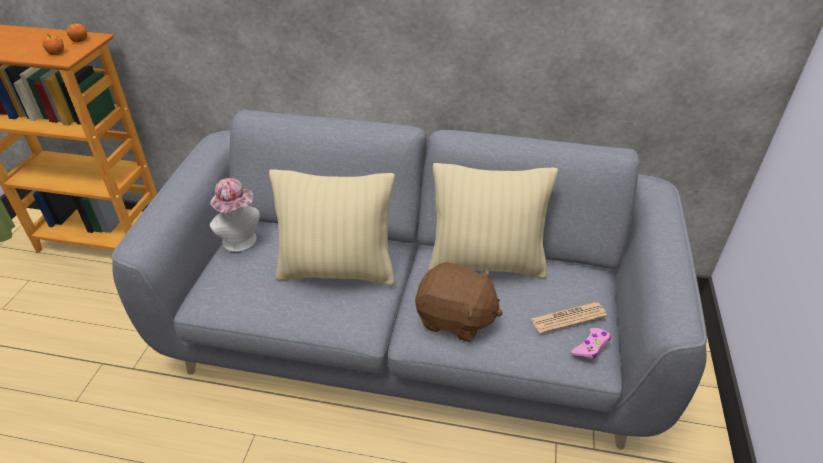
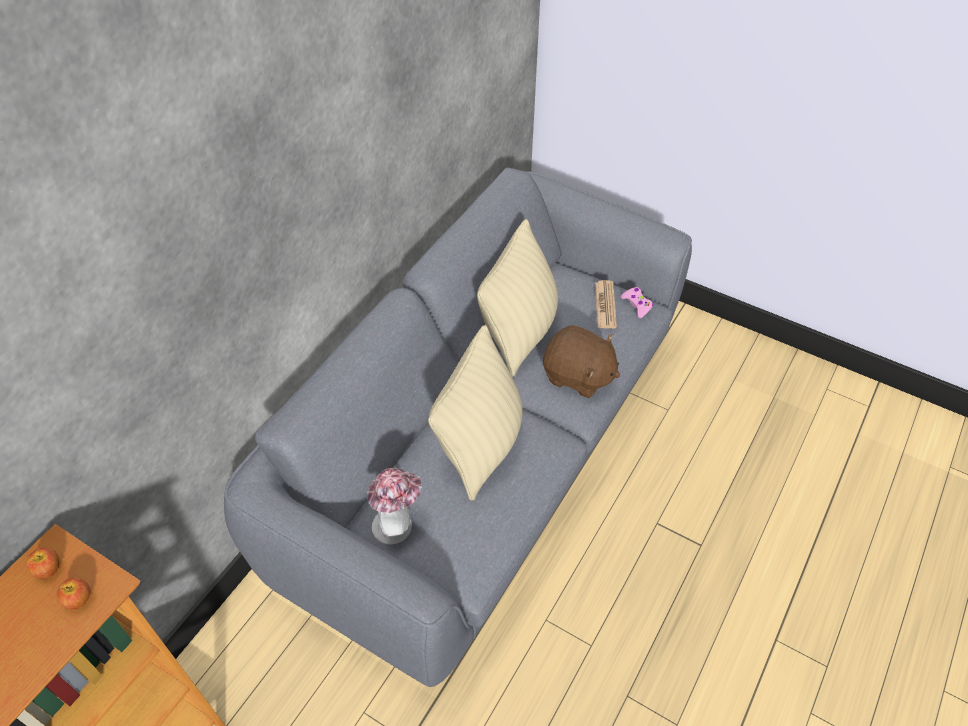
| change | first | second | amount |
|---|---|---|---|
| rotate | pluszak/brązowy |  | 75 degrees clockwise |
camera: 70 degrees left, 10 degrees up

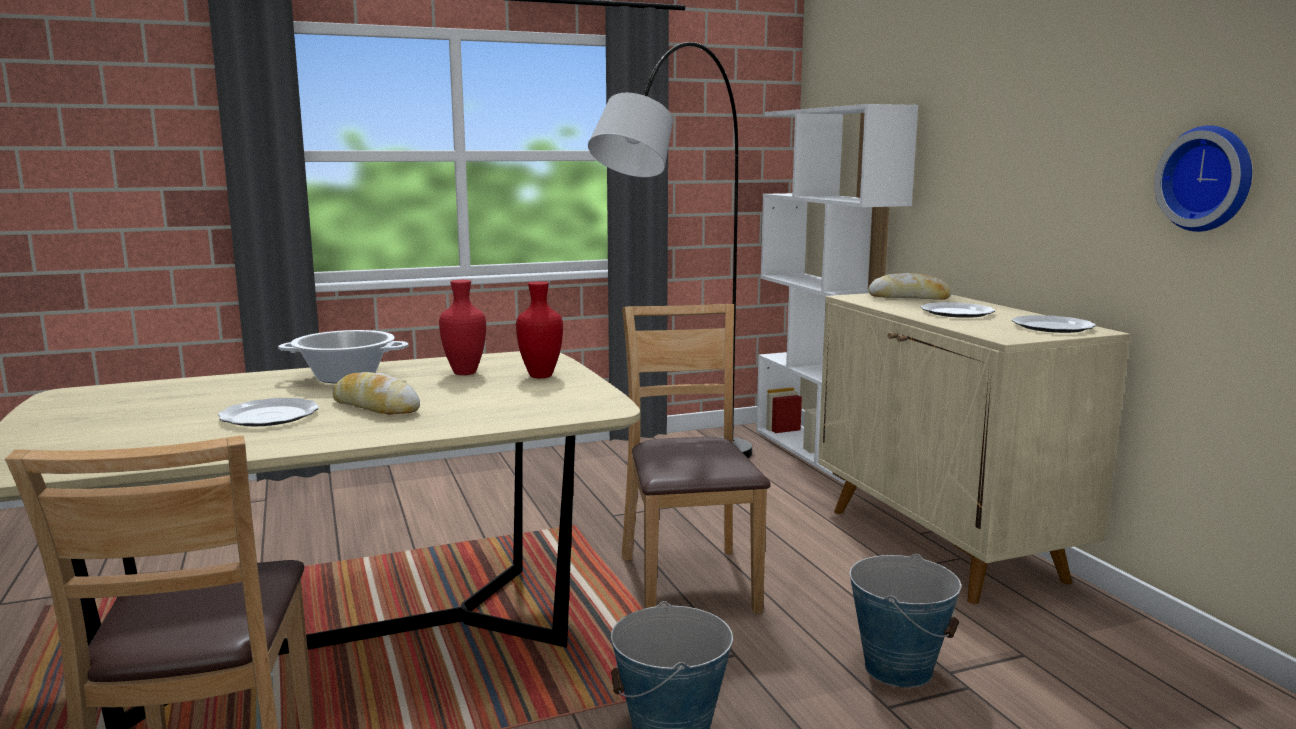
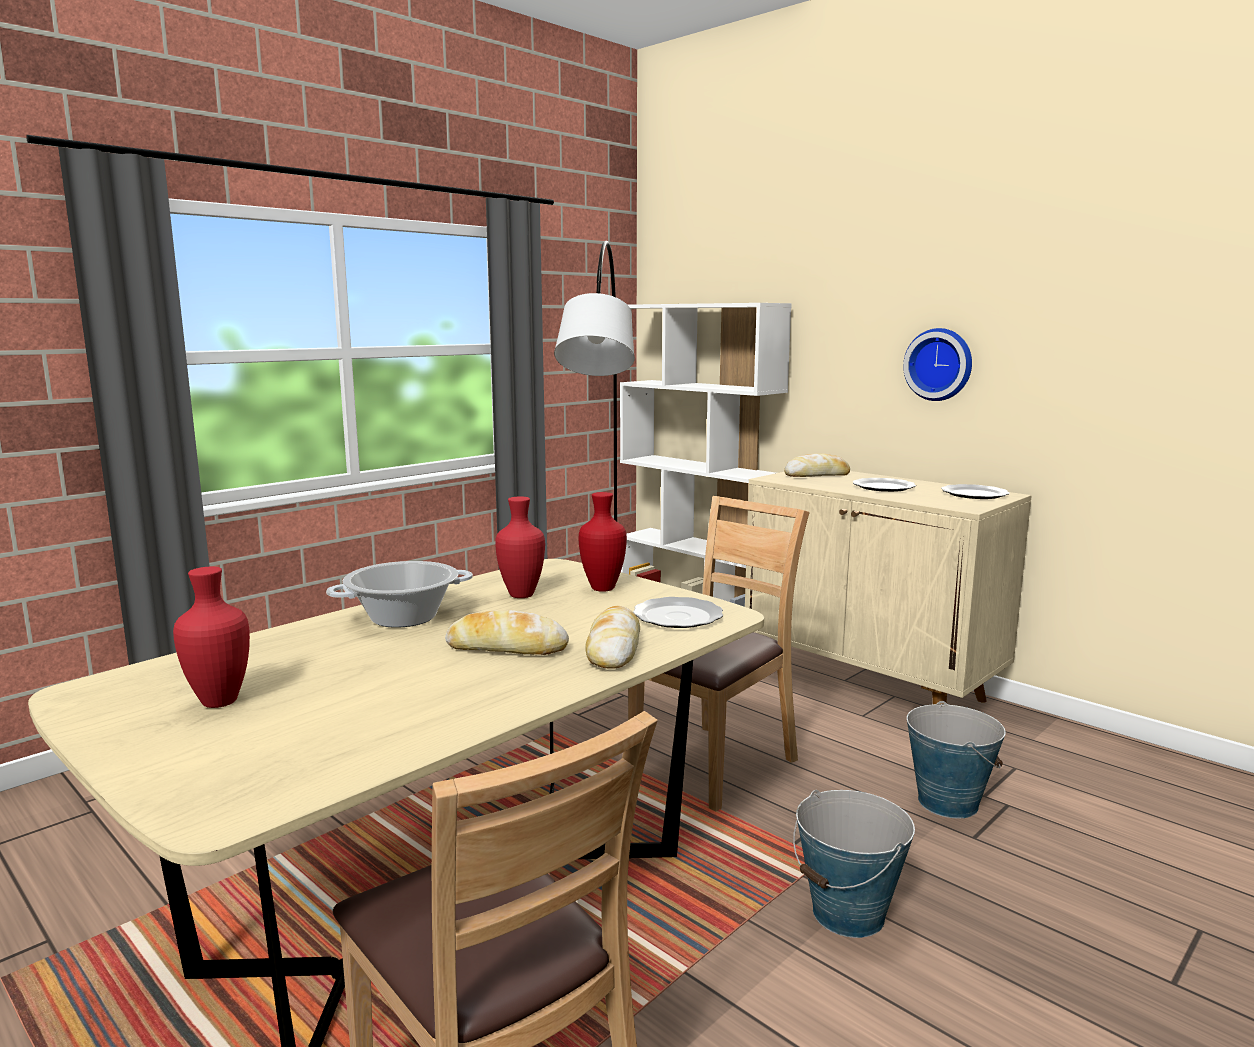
| change | first | second | amount |
|---|---|---|---|
| insert |  | wazon/czerwony (1st from left) |  |
| insert |  | chleb (2nd from left) |  |
| move | talerz (1st from left) |  |  |
| move | zegar ścienny |  |  |
| rotate | krzesło/brązowy (2nd from left) |  | 75 degrees clockwise |
camera: 25 degrees left, 0 degrees up

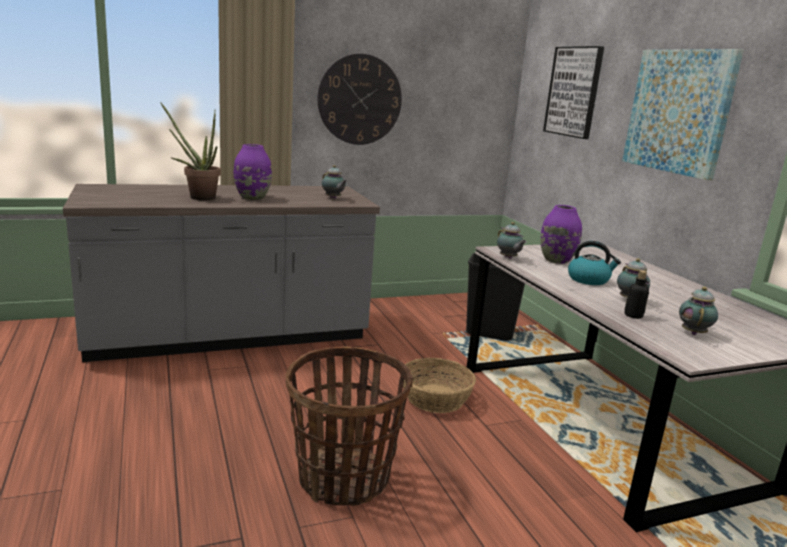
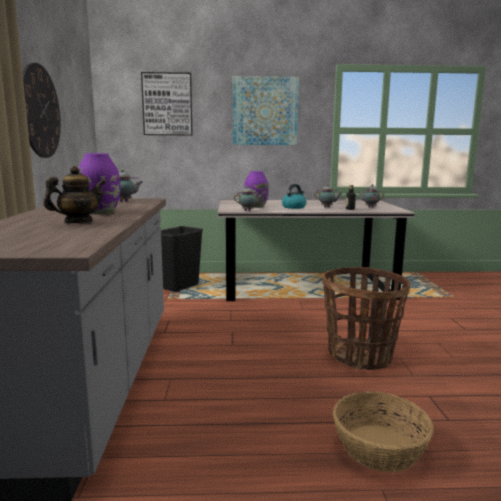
| change | first | second | amount |
|---|---|---|---|
| move | koszyk (2nd from left) |  |  |
| replace | roślina doniczkowa | imbryk (1st from left) |  |
camera: 70 degrees left, 5 degrees down

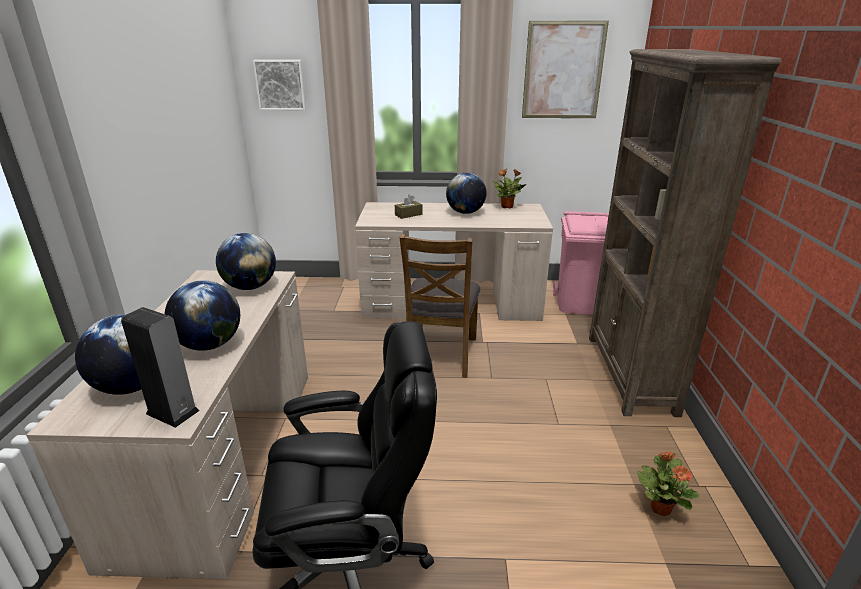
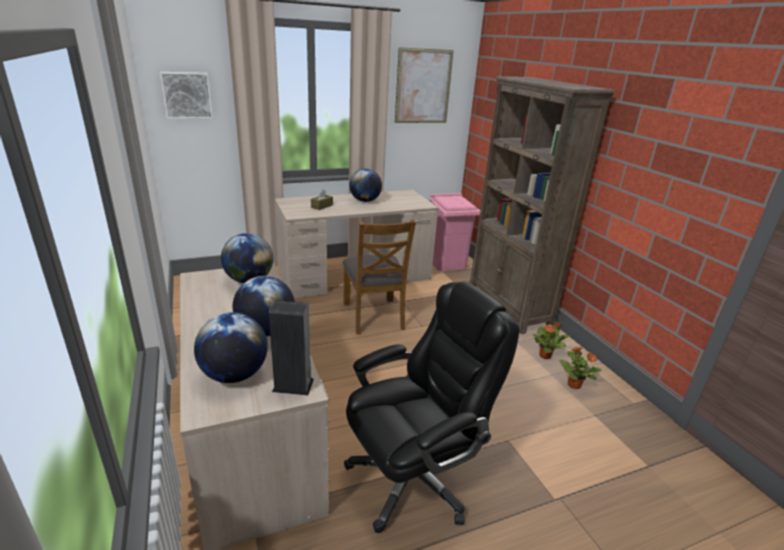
| change | first | second | amount |
|---|---|---|---|
| move | roślina doniczkowa (1st from left) |  |  |
camera: 25 degrees left, 0 degrees up

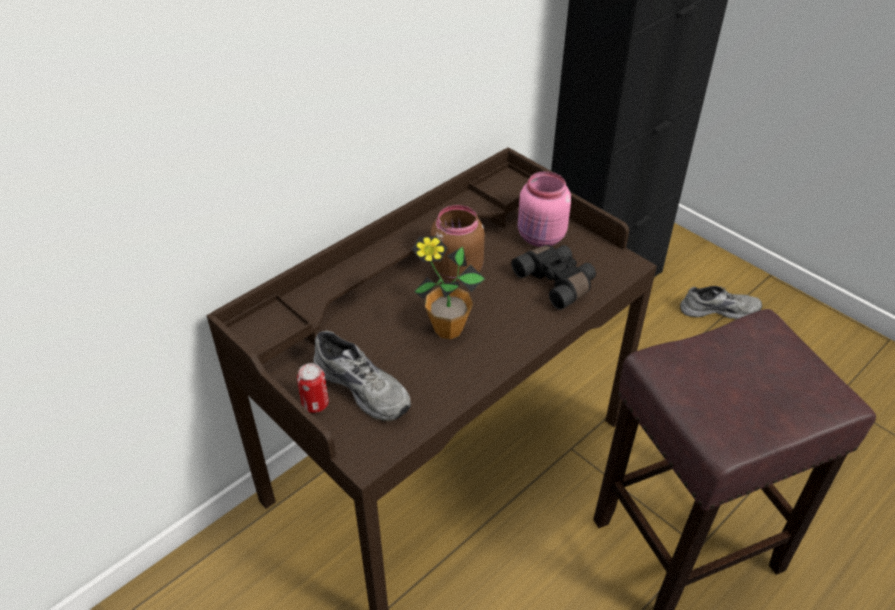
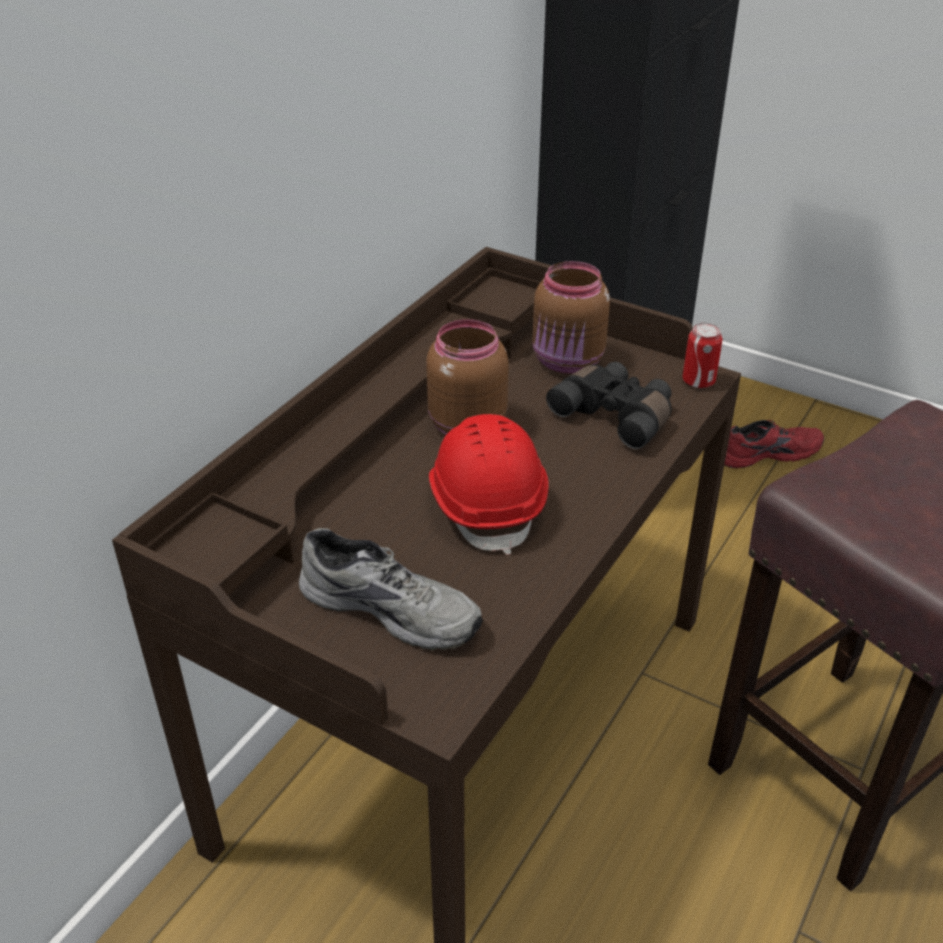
| change | first | second | amount |
|---|---|---|---|
| move | puszka |  |  |
| replace | roślina doniczkowa | kask/czerwony |  |
| recolor | słoik/różowy | słoik/brązowy (2nd from left) |  |
| recolor | but/szary (2nd from left) | but/czerwony |  |
camera: 15 degrees left, 5 degrees down

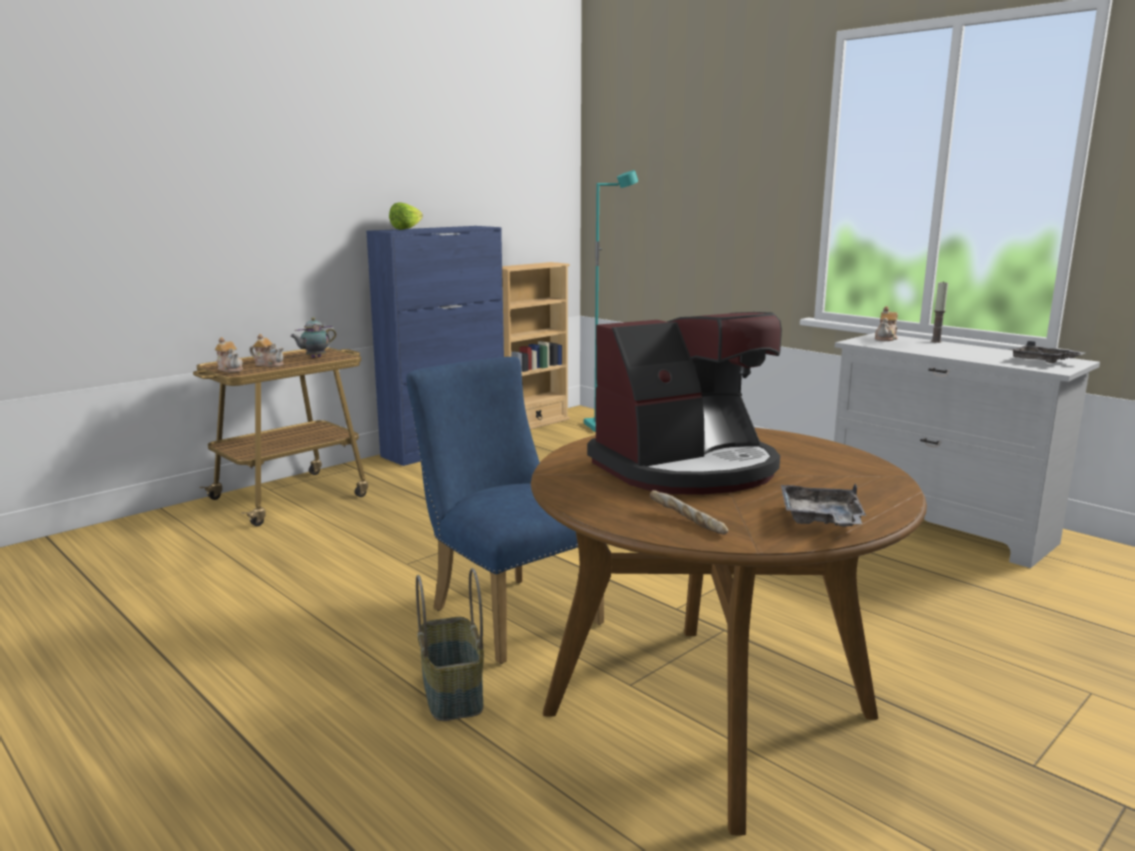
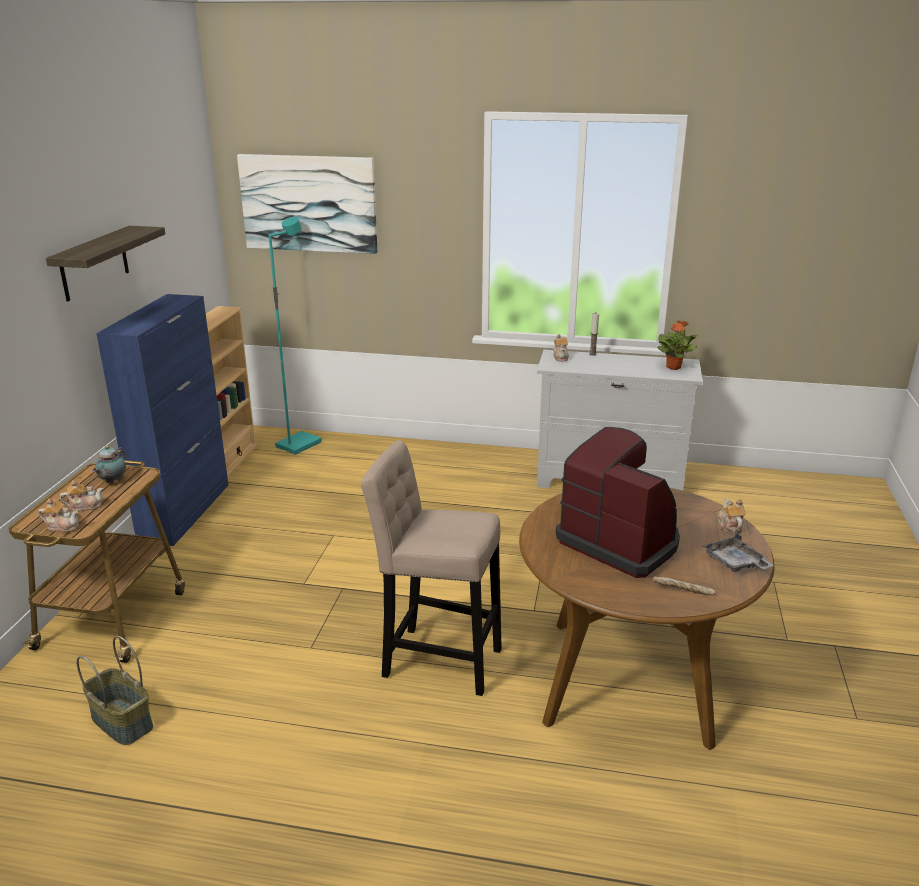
| change | first | second | amount |
|---|---|---|---|
| delete | sałata |  |  |
| insert |  | półka |  |
| insert |  | obraz |  |
| insert |  | imbryk (5th from left) |  |
| move | koszyk |  |  |
| replace | krzesło/niebieski | stołek/beżowy |  |
| replace | taca/szary (2nd from left) | roślina doniczkowa |  |
| rotate | ekspres do kawy |  | 75 degrees counterclockwise |
camera: 35 degrees left, 10 degrees up

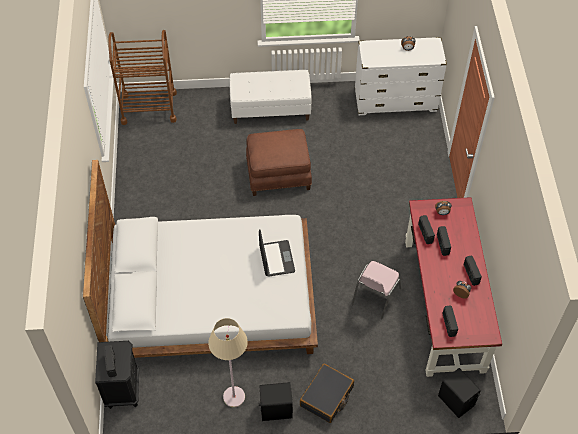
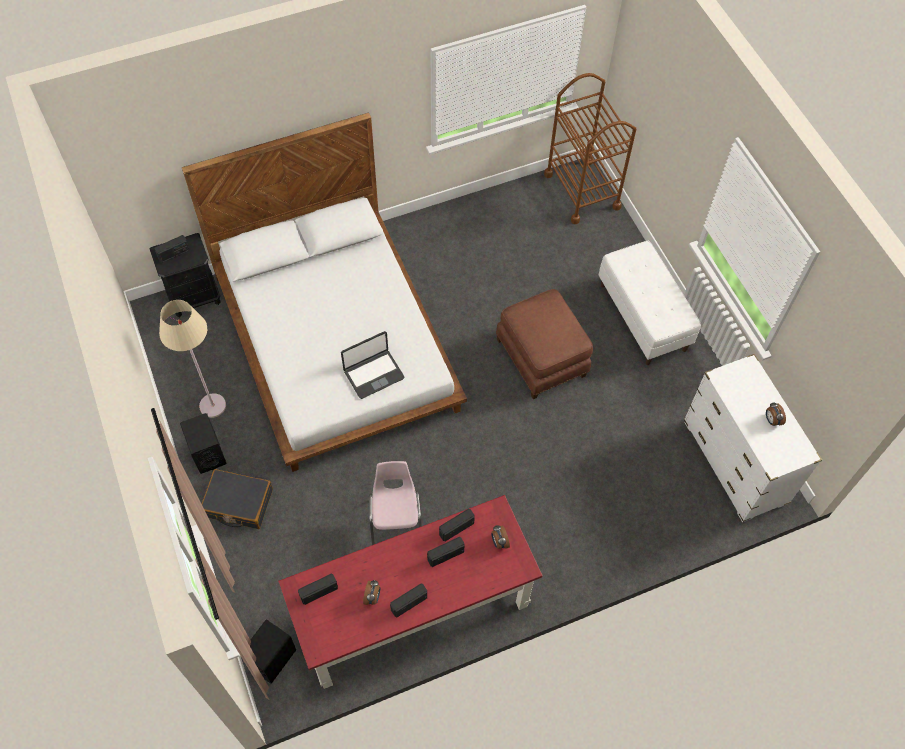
| change | first | second | amount |
|---|---|---|---|
| rotate | krzesło/różowy |  | 75 degrees clockwise |
camera: 70 degrees right, 5 degrees up

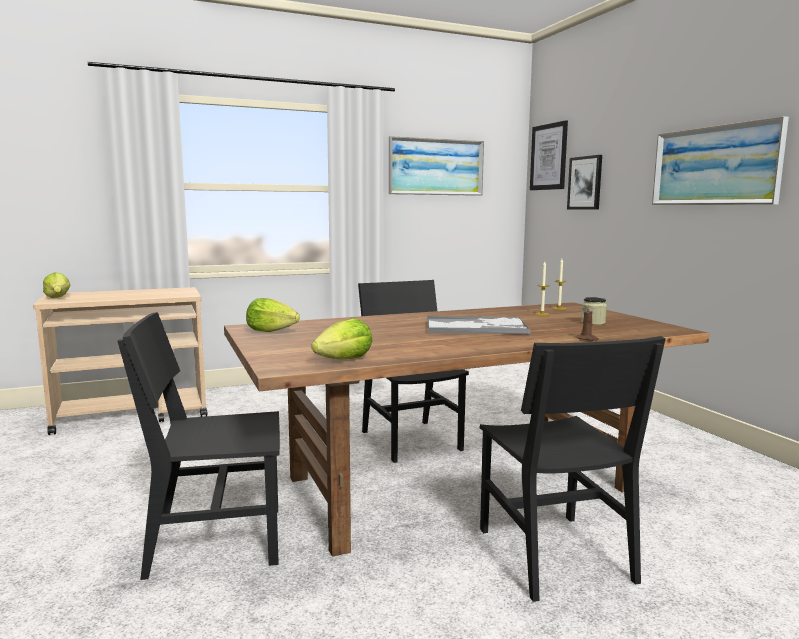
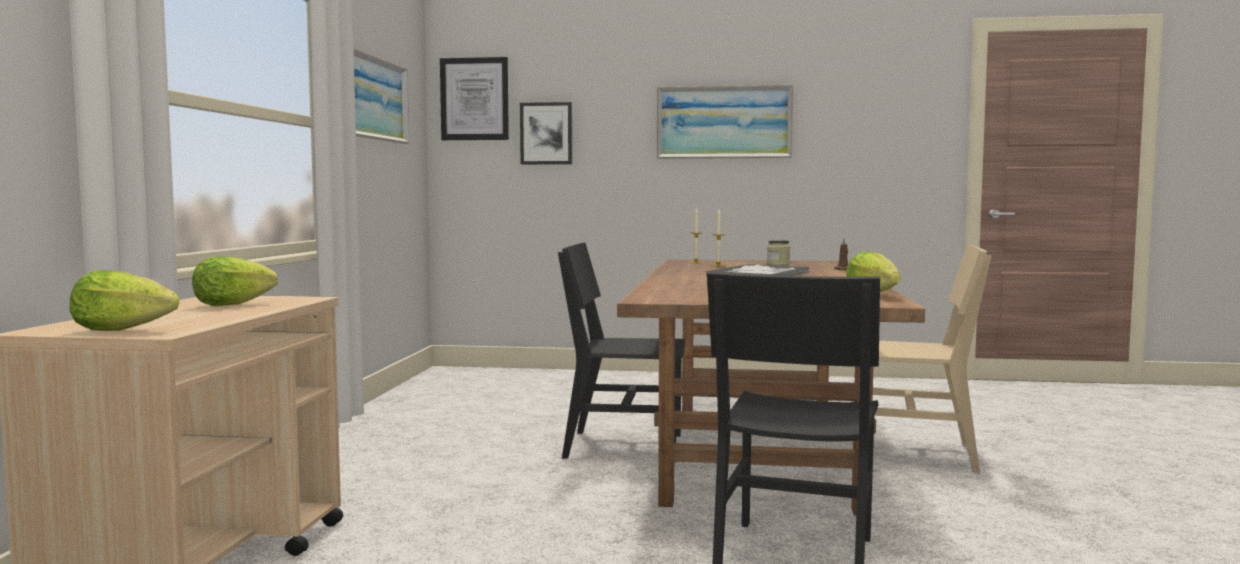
| change | first | second | amount |
|---|---|---|---|
| move | sałata (2nd from left) |  |  |
| recolor | krzesło/czarny (3rd from left) | krzesło/beżowy |  |
camera: 60 degrees left, 5 degrees down

